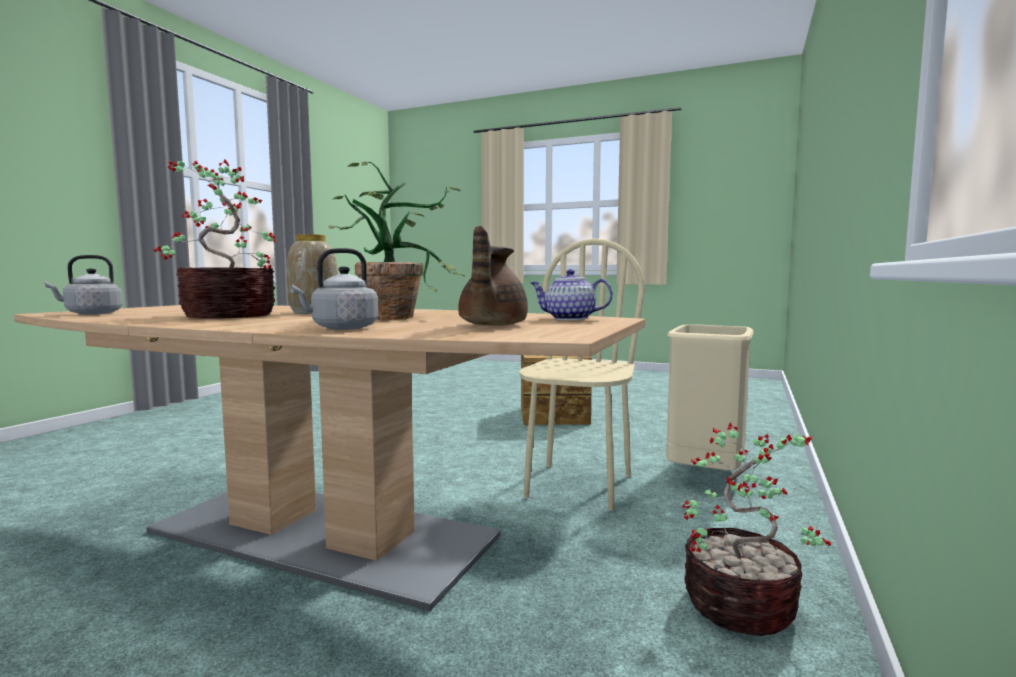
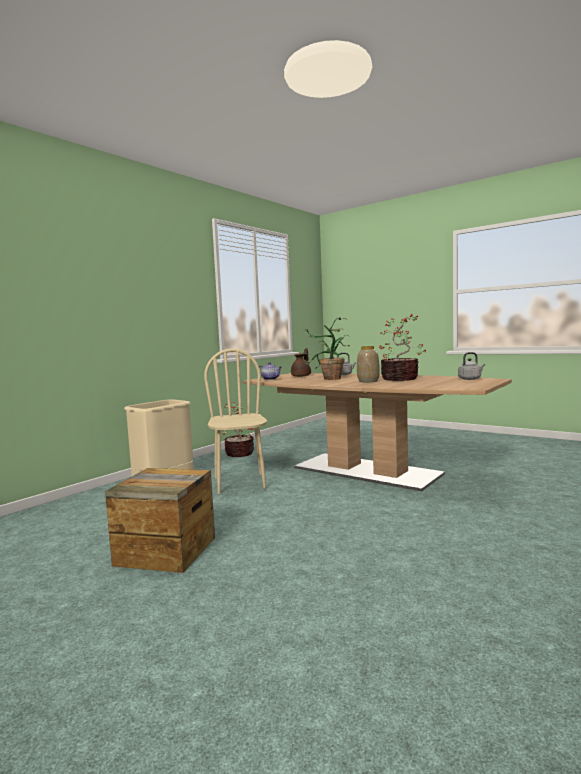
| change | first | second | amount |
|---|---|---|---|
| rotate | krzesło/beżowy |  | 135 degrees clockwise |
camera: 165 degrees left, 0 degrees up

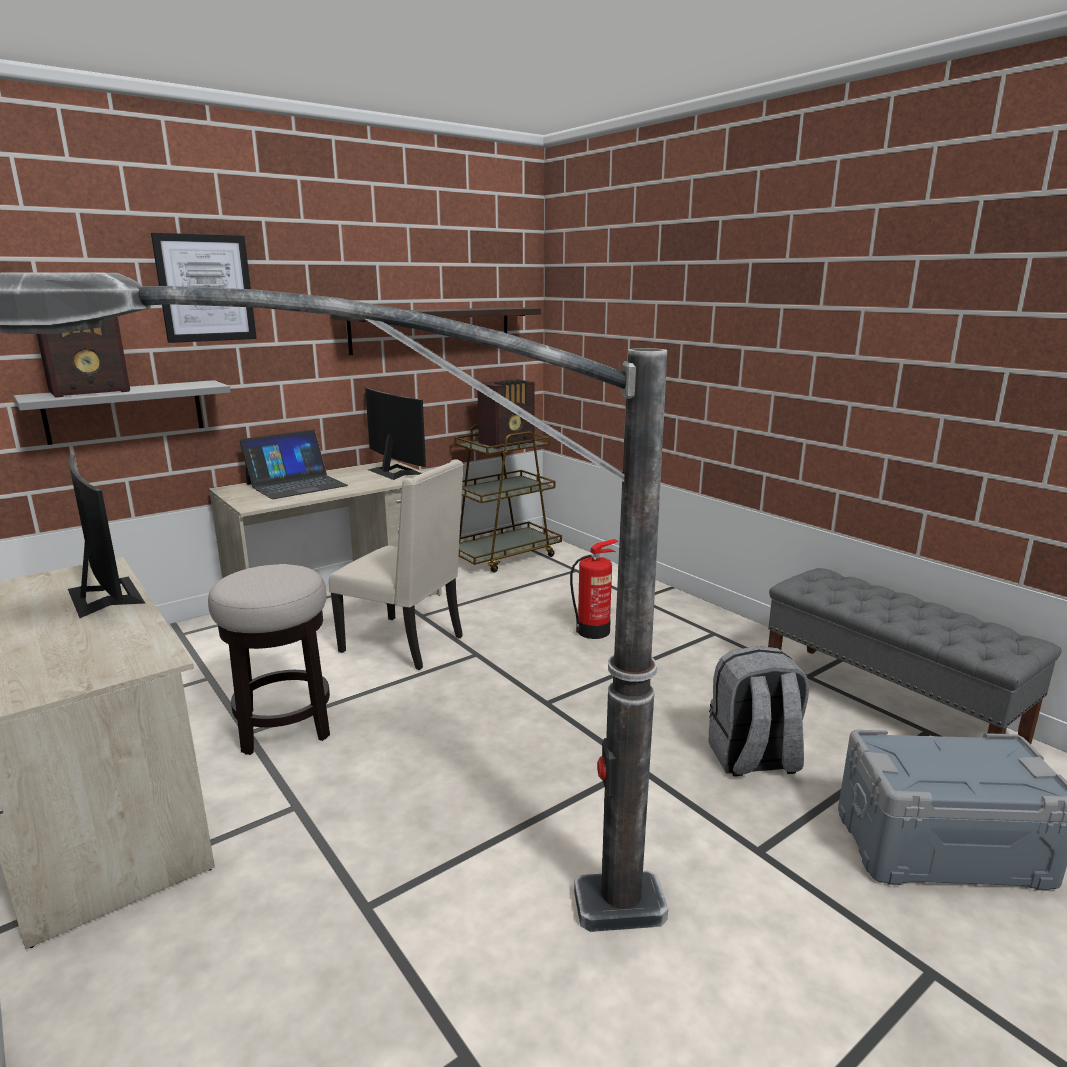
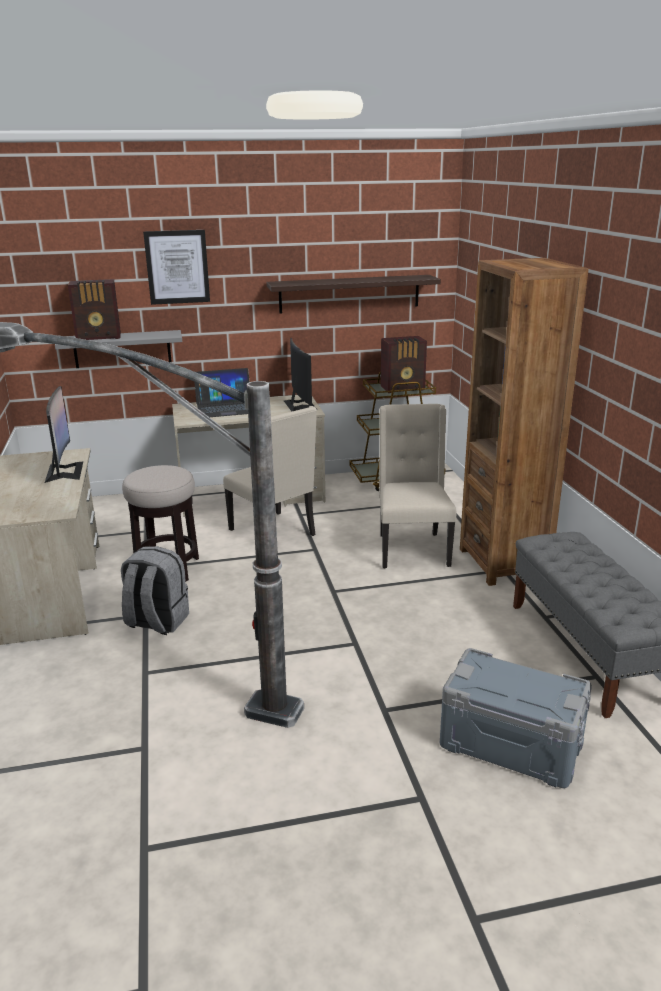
| change | first | second | amount |
|---|---|---|---|
| insert |  | regał/brązowy |  |
| move | plecak/szary |  |  |
| replace | gaśnica | krzesło/beżowy (2nd from left) |  |
camera: 25 degrees right, 5 degrees up

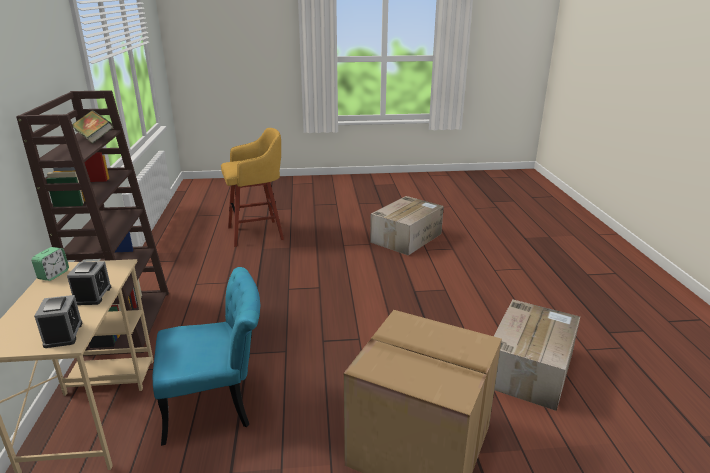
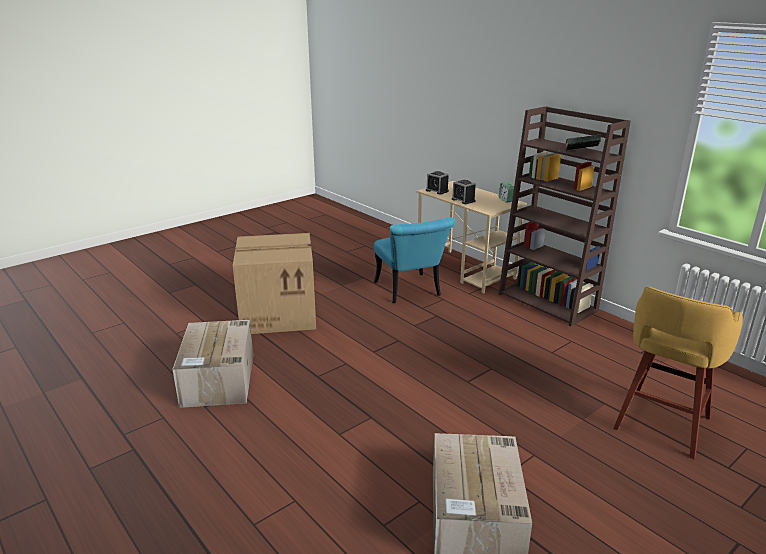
| change | first | second | amount |
|---|---|---|---|
| rotate | krzesło/turkusowy |  | 60 degrees counterclockwise |
camera: 145 degrees right, 0 degrees up

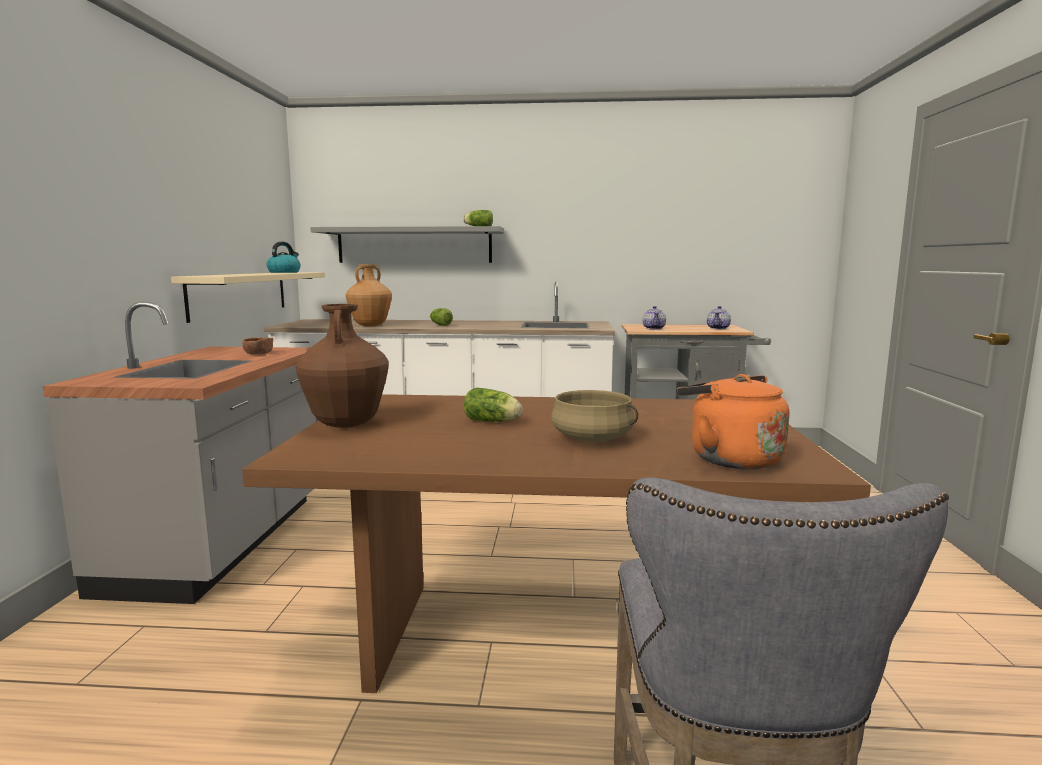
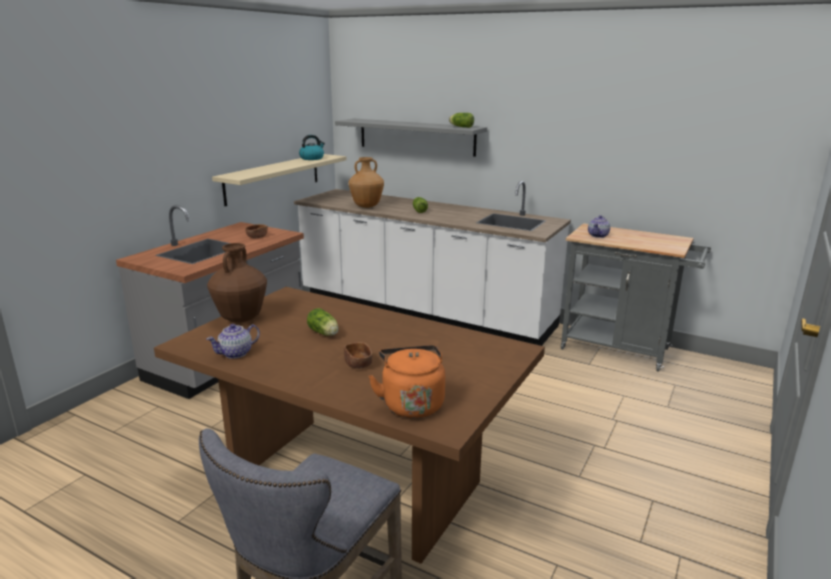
| change | first | second | amount |
|---|---|---|---|
| move | imbryk (2nd from left in the first image) | imbryk (1st from left) |  |
| replace | garnek/beżowy | miska/brązowy (2nd from left) |  |
camera: 25 degrees right, 10 degrees up

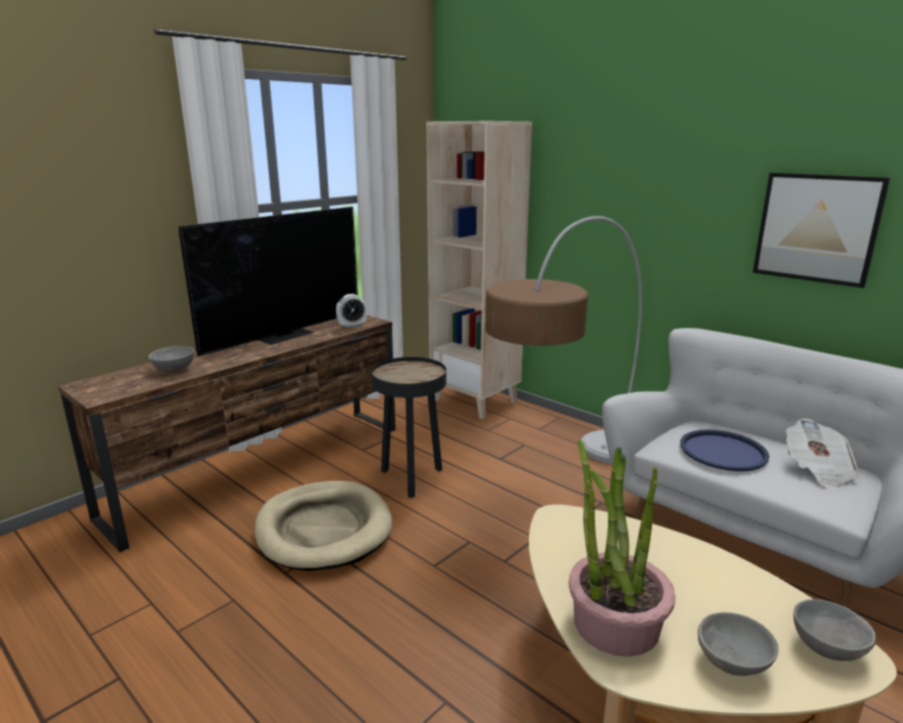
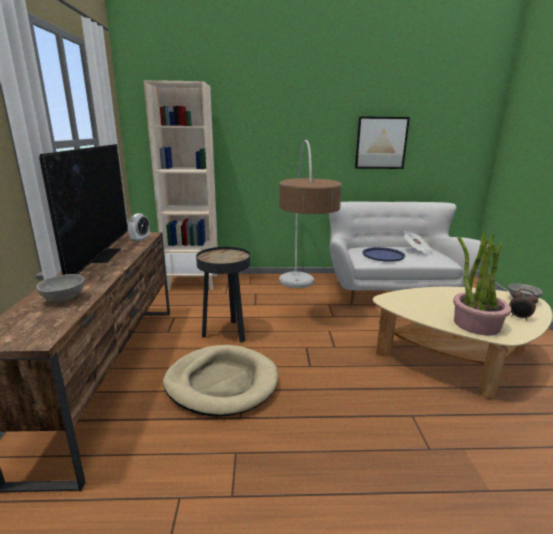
| change | first | second | amount |
|---|---|---|---|
| replace | miska/szary (2nd from left) | budzik (2nd from left) |  |
camera: 45 degrees left, 0 degrees up

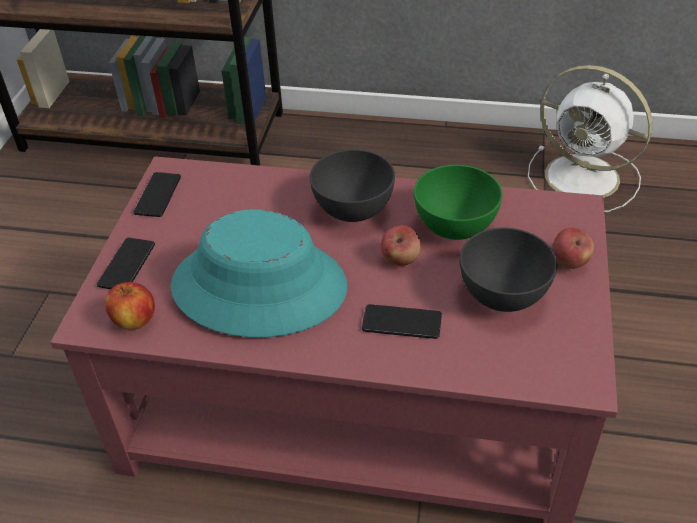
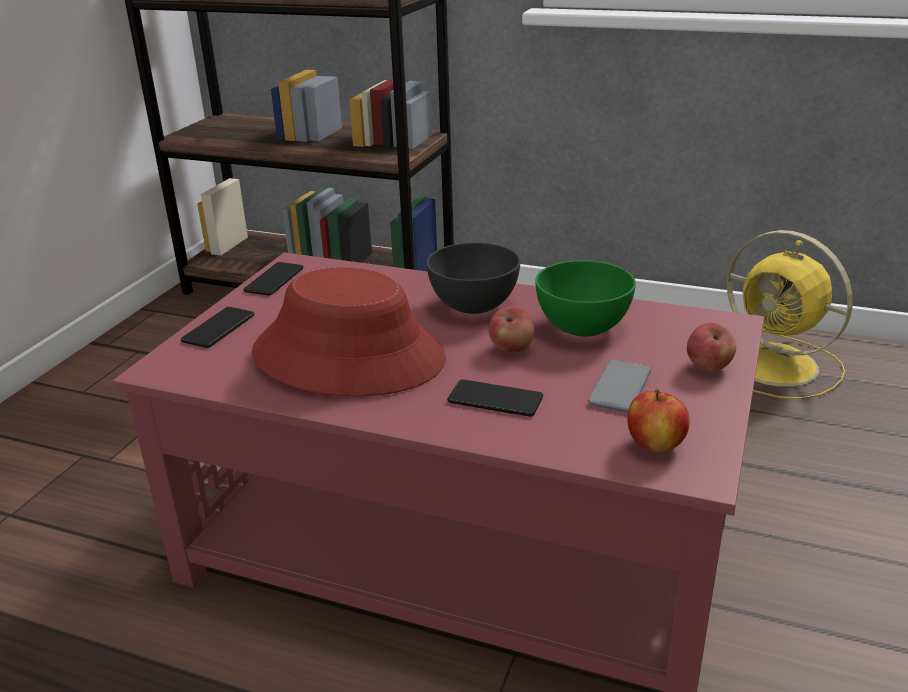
| change | first | second | amount |
|---|---|---|---|
| move | jabłko (1st from left in the first image) | jabłko (2nd from left) |  |
| replace | miska/szary (2nd from left) | telefon (4th from left) |  |
| recolor | kapelusz/turkusowy | kapelusz/czerwony |  |
| recolor | wentylator/biały | wentylator/żółty |  |
camera: 10 degrees right, 15 degrees down

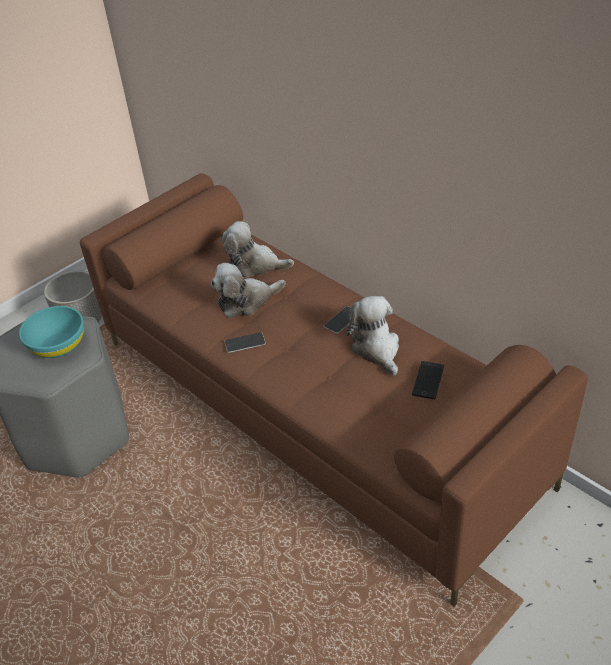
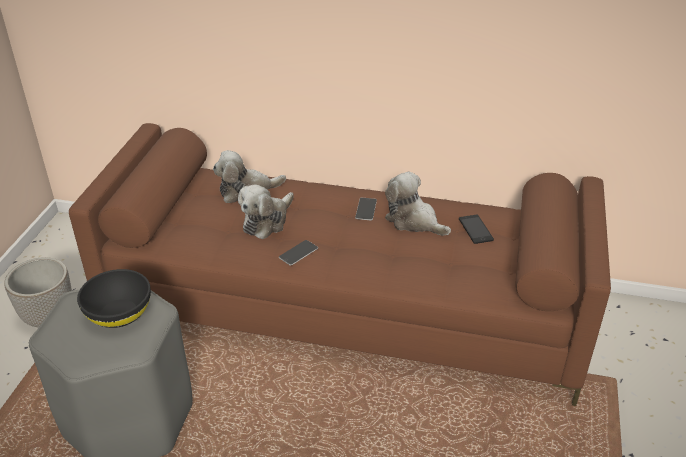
| change | first | second | amount |
|---|---|---|---|
| recolor | miska/turkusowy | miska/czarny |  |
camera: 35 degrees left, 5 degrees down

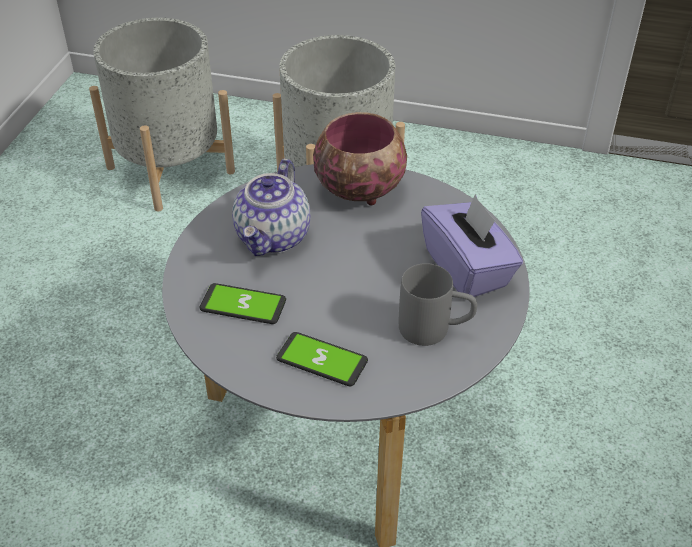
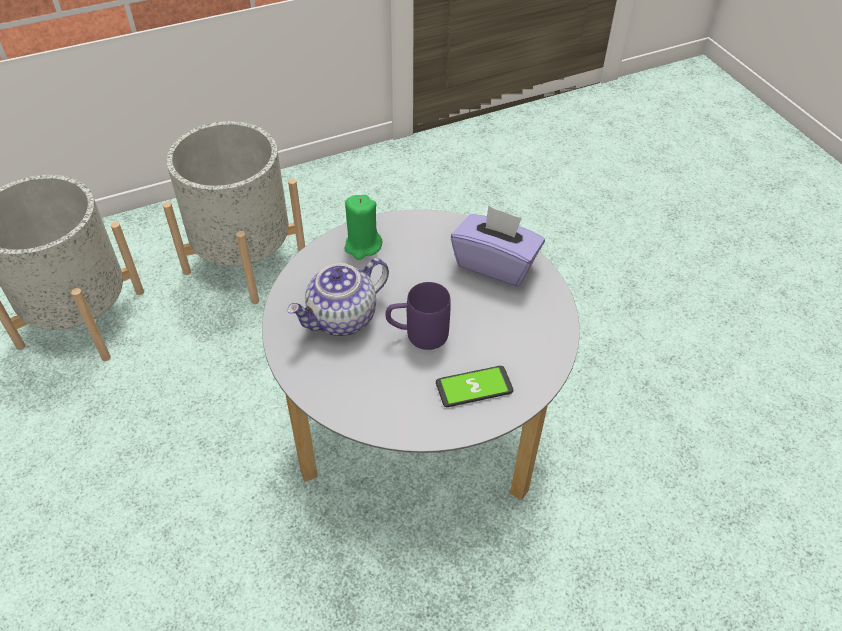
| change | first | second | amount |
|---|---|---|---|
| delete | telefon (1st from left) |  |  |
| delete | kubek/szary |  |  |
| insert |  | kubek/fioletowy |  |
| replace | miska | świeca/zielony |  |
| rotate | imbryk |  | 75 degrees clockwise |
camera: 40 degrees left, 5 degrees up

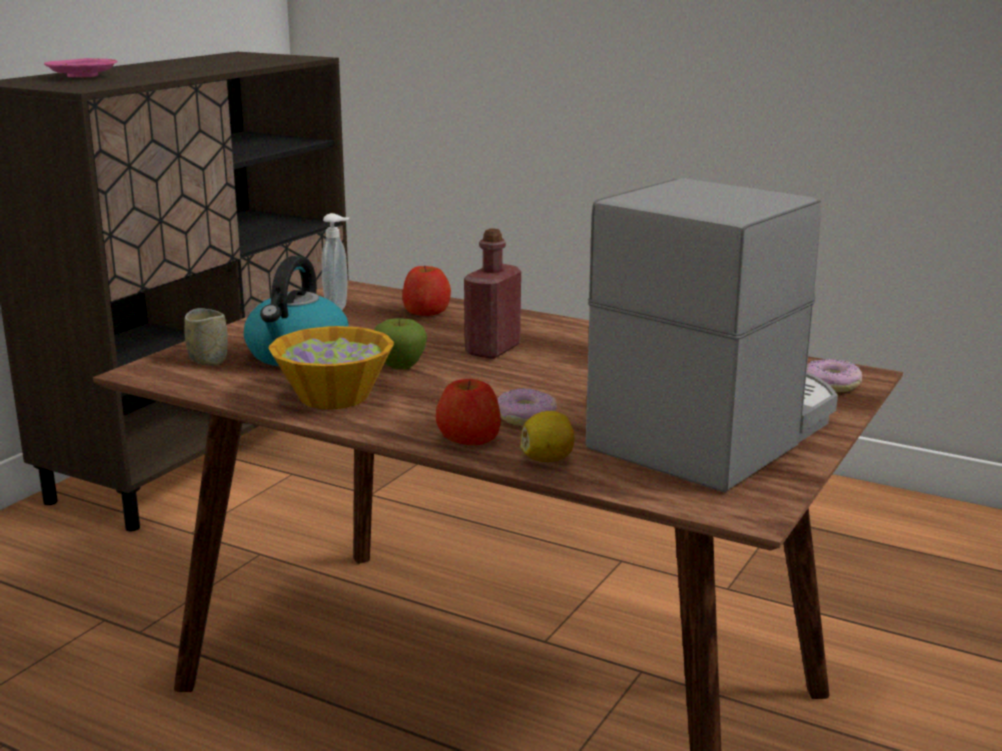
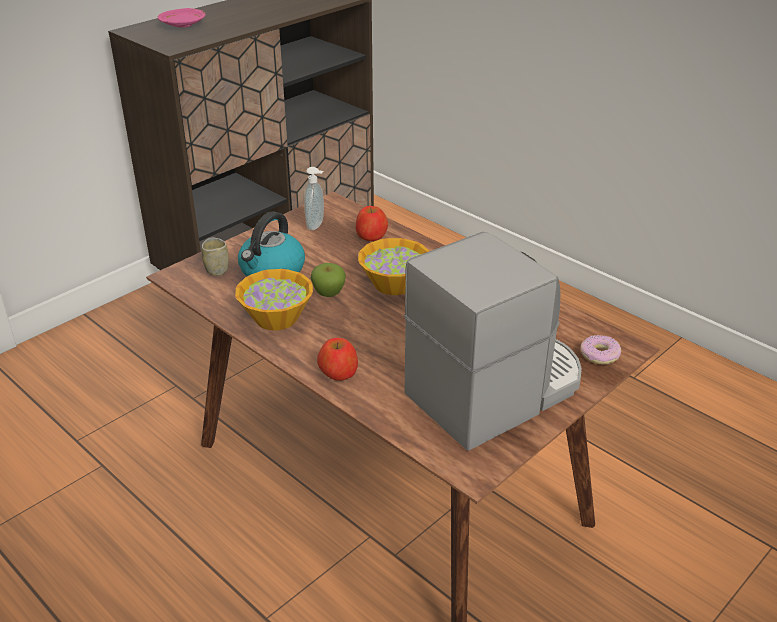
| change | first | second | amount |
|---|---|---|---|
| delete | donut (1st from left) |  |  |
| delete | cytryna |  |  |
| replace | butelka/czerwony | miska (2nd from left) |  |
camera: 15 degrees right, 15 degrees up

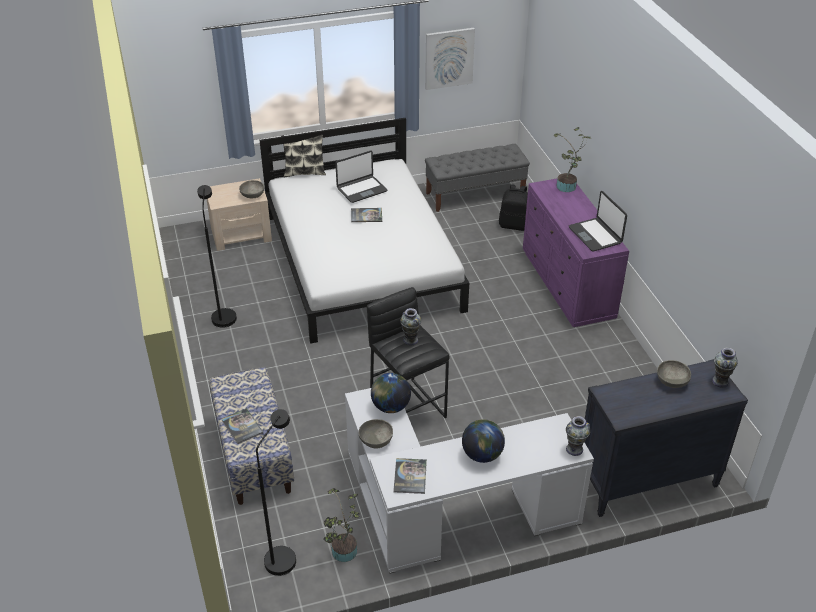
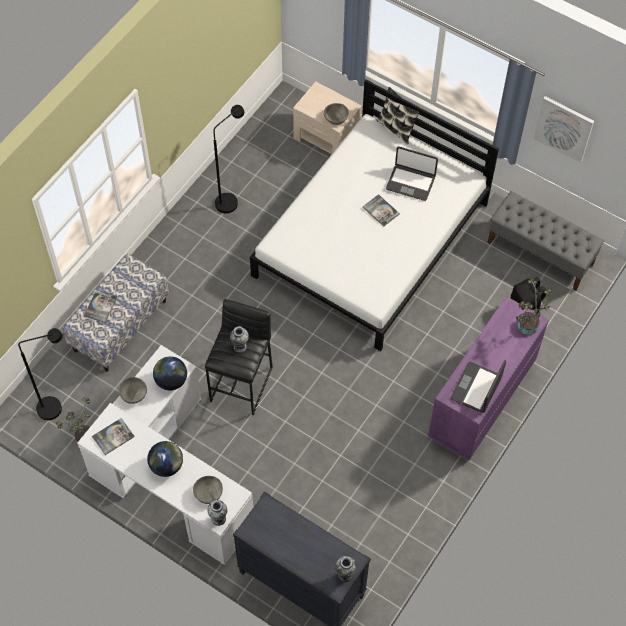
| change | first | second | amount |
|---|---|---|---|
| move | miska/szary (3rd from left in the first image) | miska/szary (2nd from left) |  |
camera: 50 degrees right, 20 degrees up

